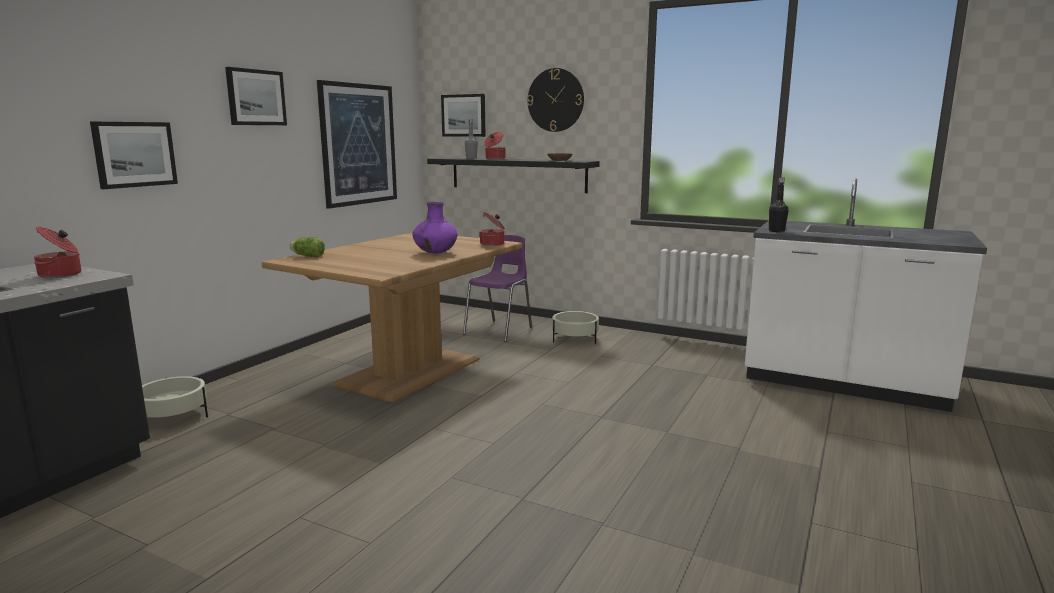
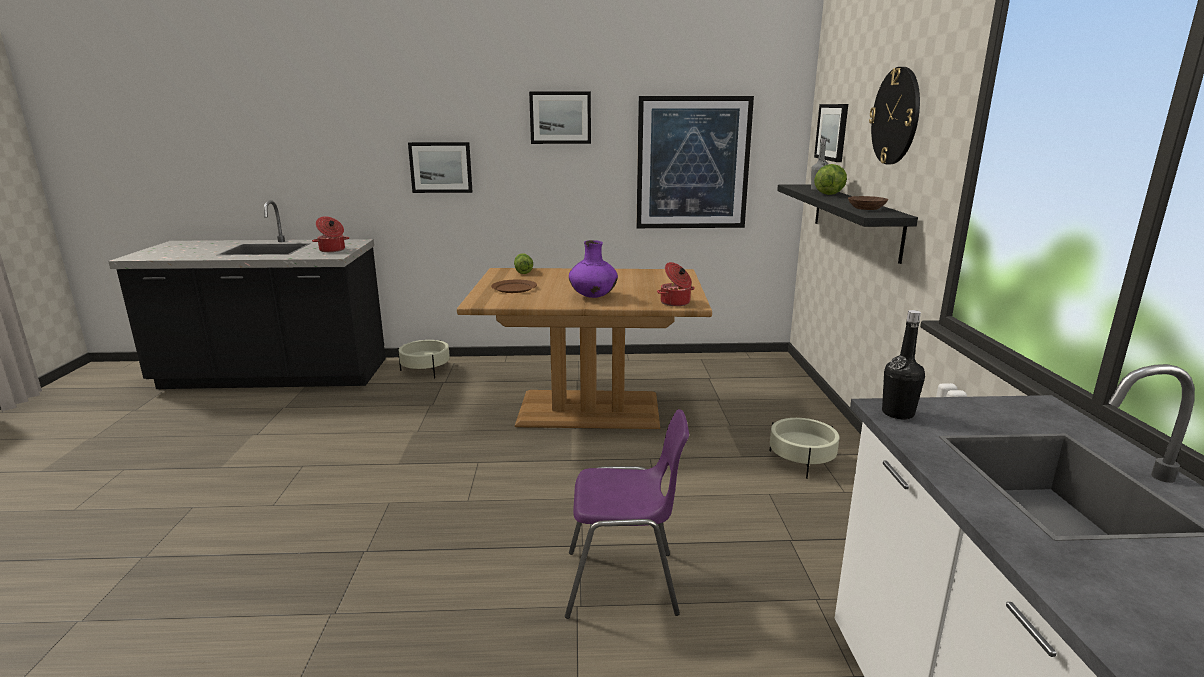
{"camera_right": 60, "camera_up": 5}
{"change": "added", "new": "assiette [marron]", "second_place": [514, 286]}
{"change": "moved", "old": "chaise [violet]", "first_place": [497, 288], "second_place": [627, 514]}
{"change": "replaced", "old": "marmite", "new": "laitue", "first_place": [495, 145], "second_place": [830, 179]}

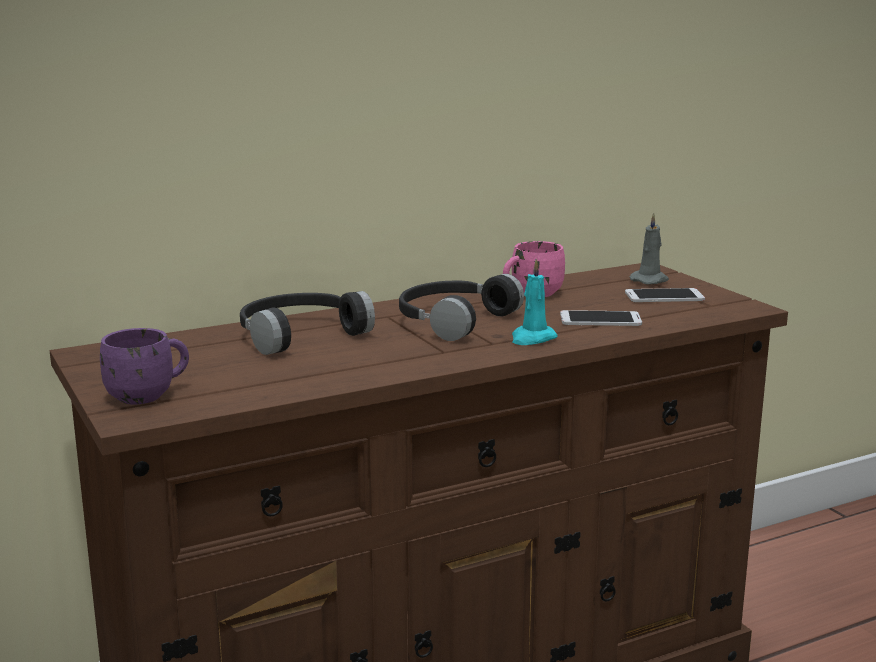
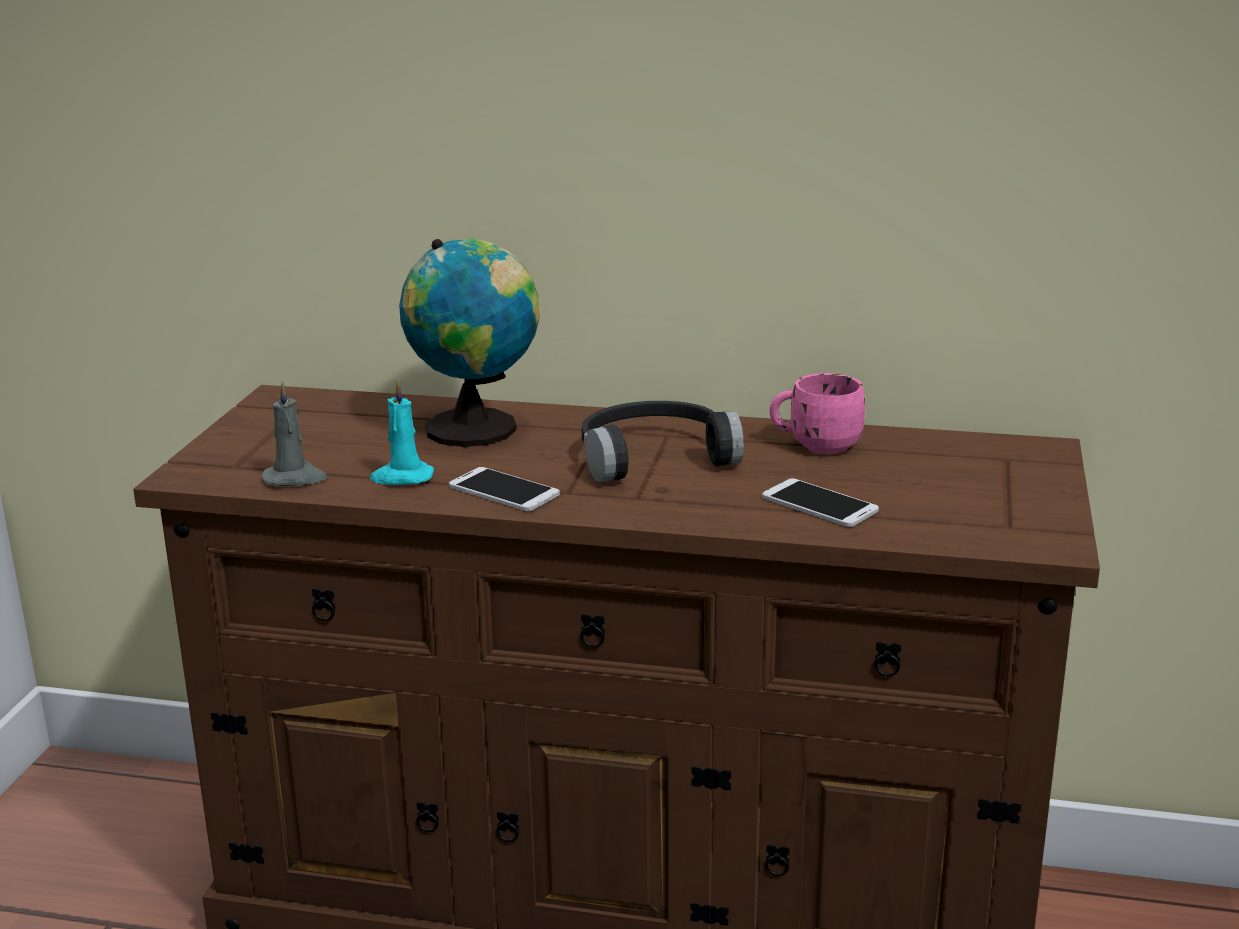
{"camera_right": 40, "camera_up": 5}
{"change": "removed", "old": "mug [violet]", "first_place": [144, 366]}
{"change": "moved", "old": "bougie [turquoise]", "first_place": [535, 302], "second_place": [402, 432]}
{"change": "moved", "old": "téléphone", "first_place": [665, 295], "second_place": [504, 489]}
{"change": "moved", "old": "bougie [gris]", "first_place": [649, 249], "second_place": [294, 433]}
{"change": "replaced", "old": "casque audio [noir]", "new": "globe", "first_place": [307, 323], "second_place": [469, 343]}

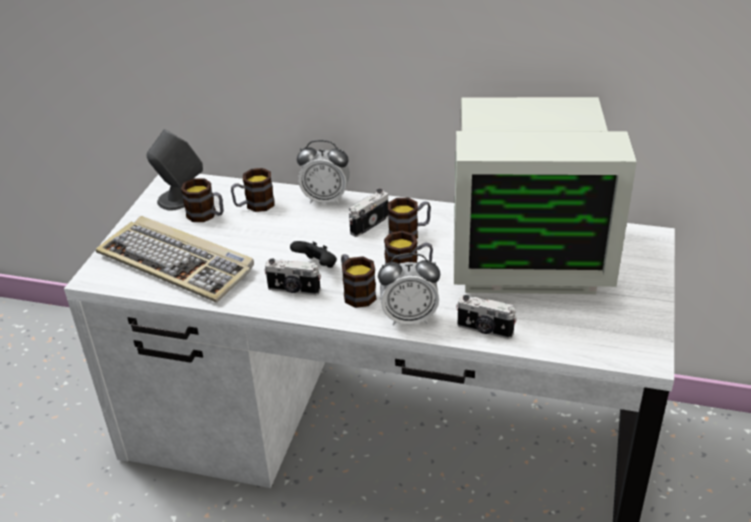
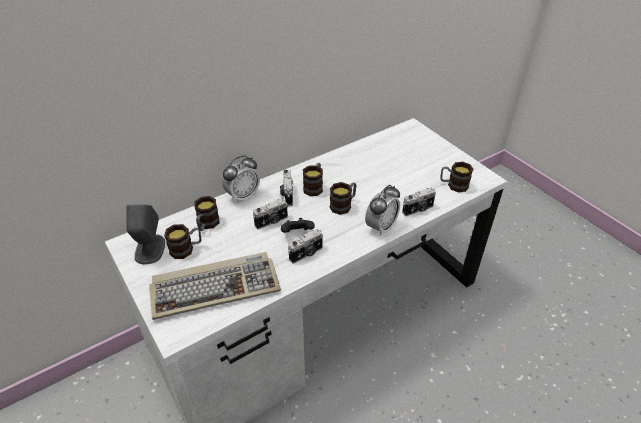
{"camera_right": -50, "camera_up": 5}
{"change": "removed", "old": "écran d'ordinateur", "first_place": [545, 195]}
{"change": "added", "new": "appareil photo", "second_place": [270, 214]}
{"change": "moved", "old": "mug", "first_place": [359, 281], "second_place": [456, 177]}

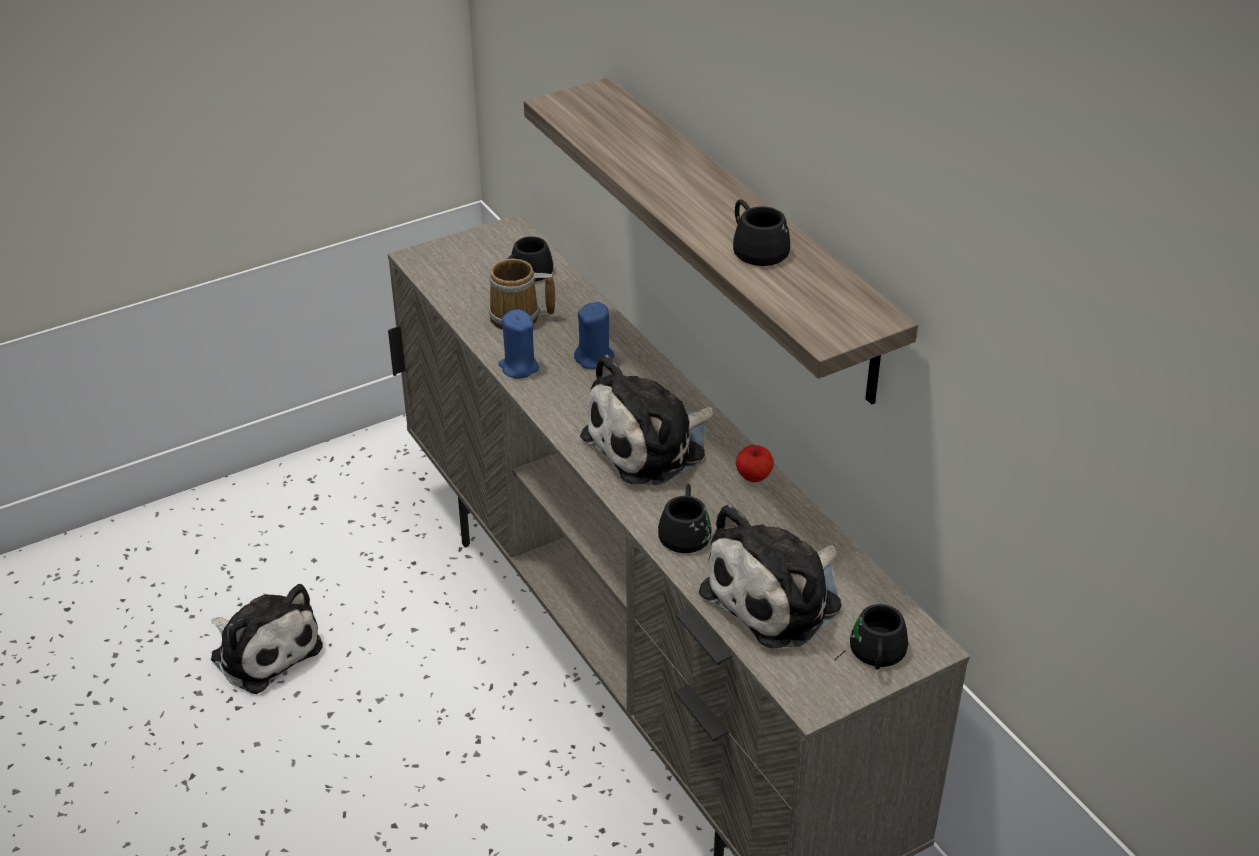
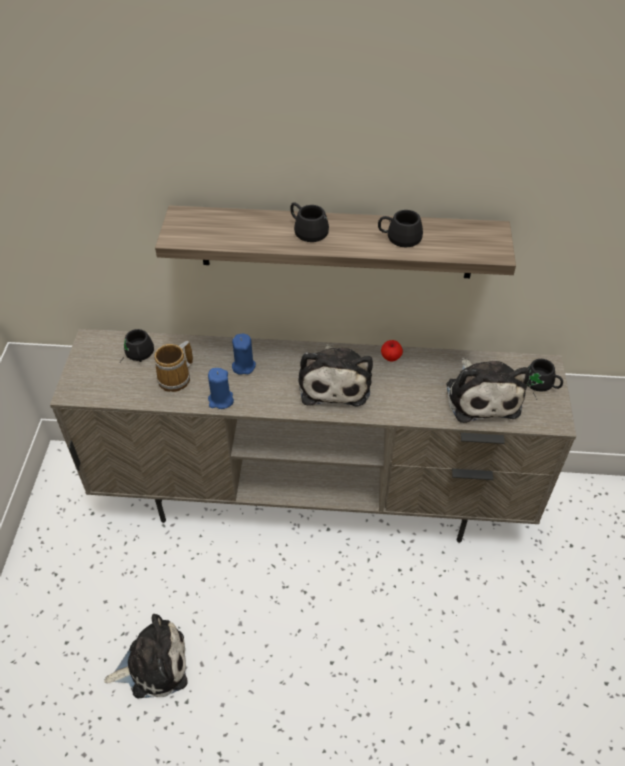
{"camera_right": -55, "camera_up": 10}
{"change": "moved", "old": "mug [noir]", "first_place": [687, 518], "second_place": [310, 222]}

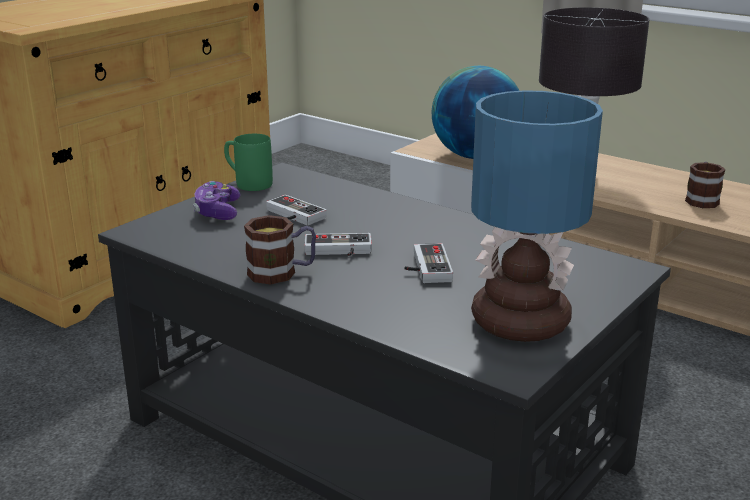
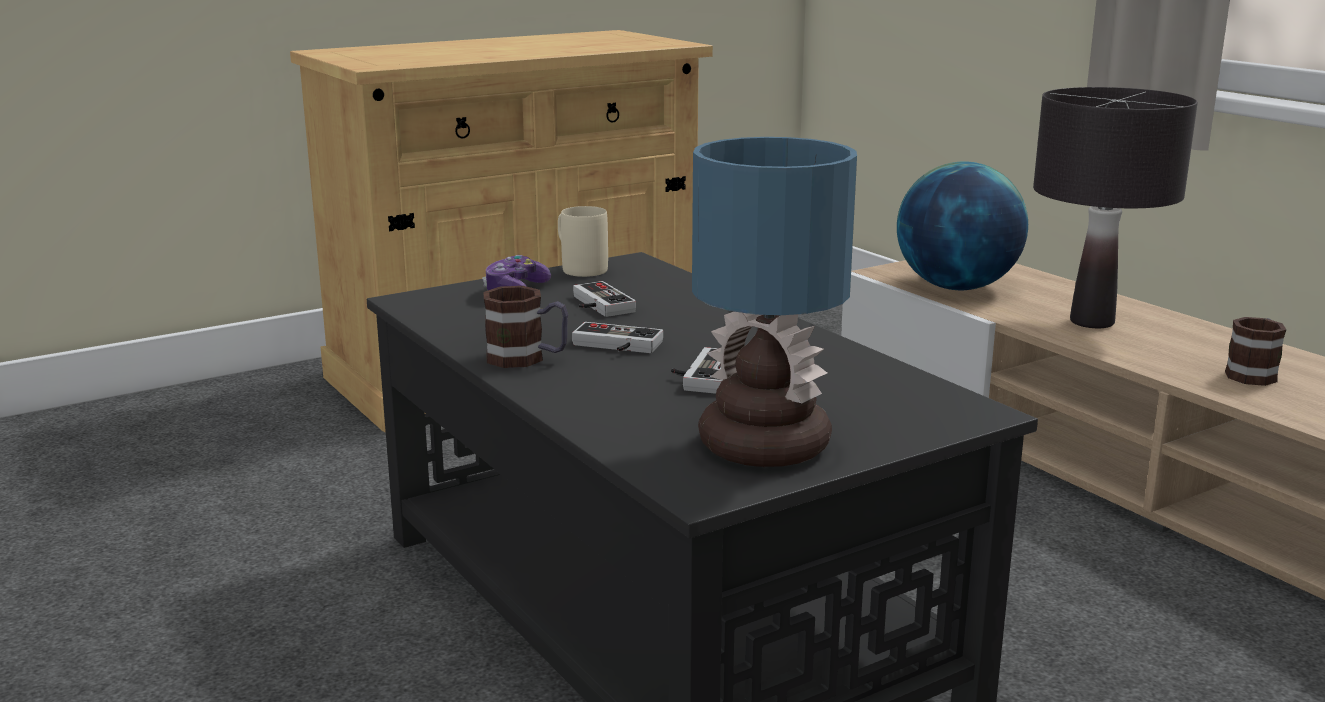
{"camera_right": 20, "camera_up": -5}
{"change": "recoloured", "old": "mug [vert]", "new": "mug [beige]", "first_place": [248, 162], "second_place": [583, 241]}

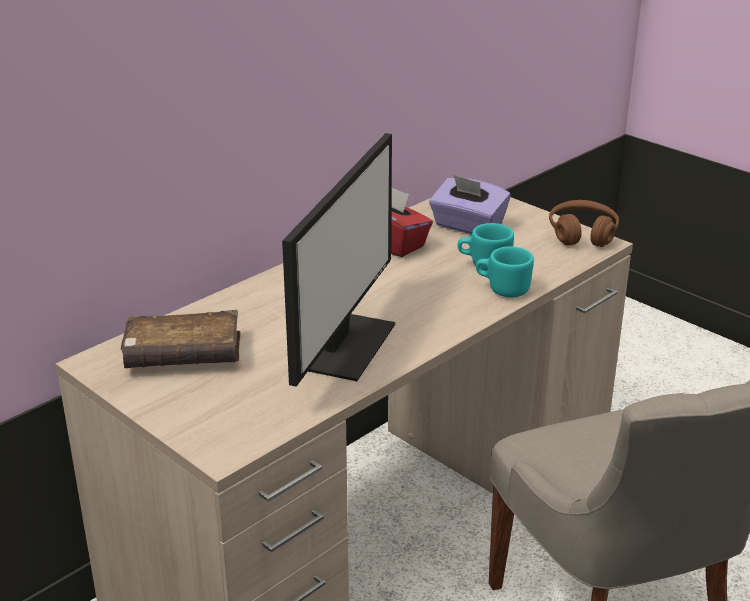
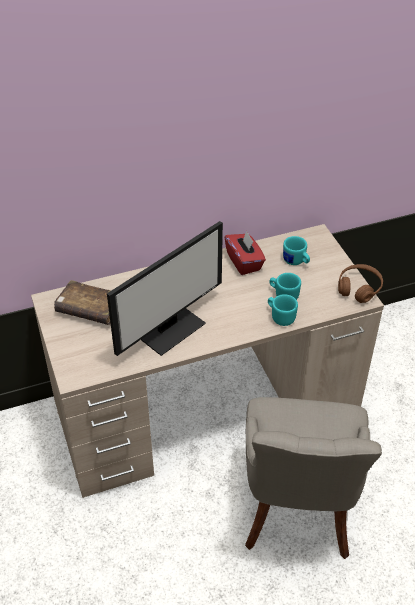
{"camera_right": 25, "camera_up": 15}
{"change": "replaced", "old": "boîte à mouchoirs [violet]", "new": "mug [turquoise]", "first_place": [469, 205], "second_place": [296, 250]}

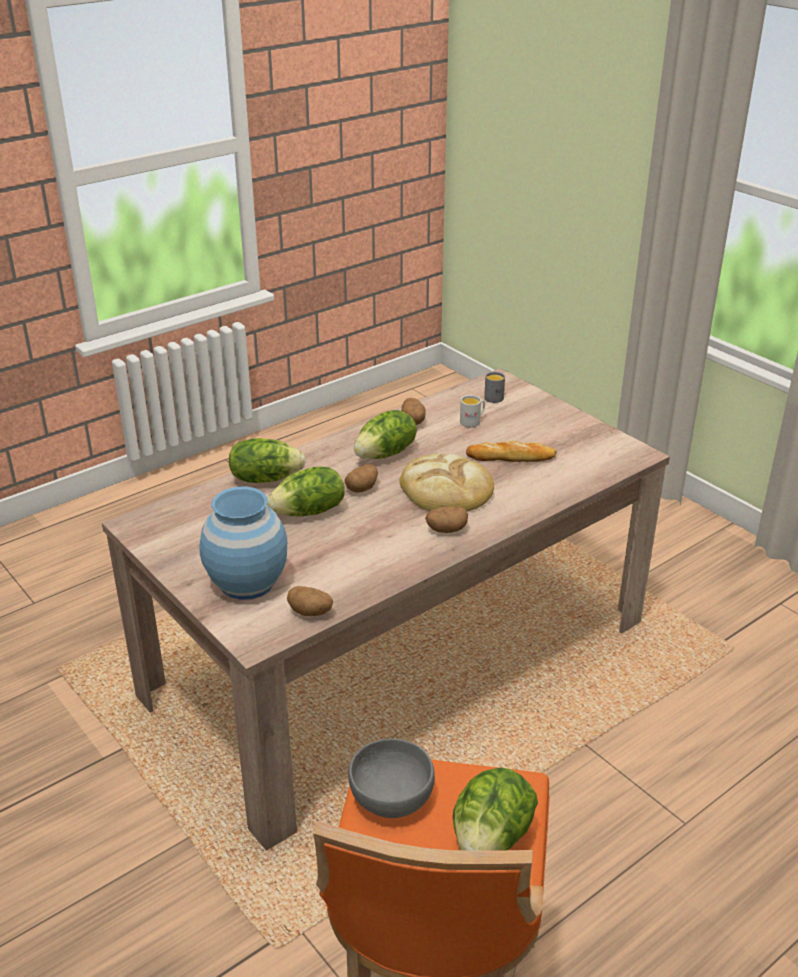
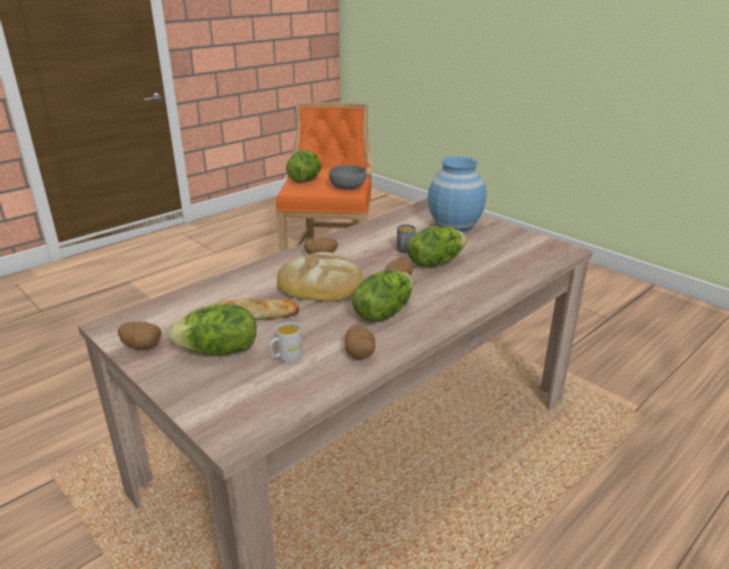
{"camera_right": 175, "camera_up": -5}
{"change": "moved", "old": "laitue", "first_place": [267, 460], "second_place": [212, 329]}
{"change": "moved", "old": "pomme de terre", "first_place": [310, 601], "second_place": [139, 335]}
{"change": "moved", "old": "mug [gris]", "first_place": [494, 387], "second_place": [406, 238]}

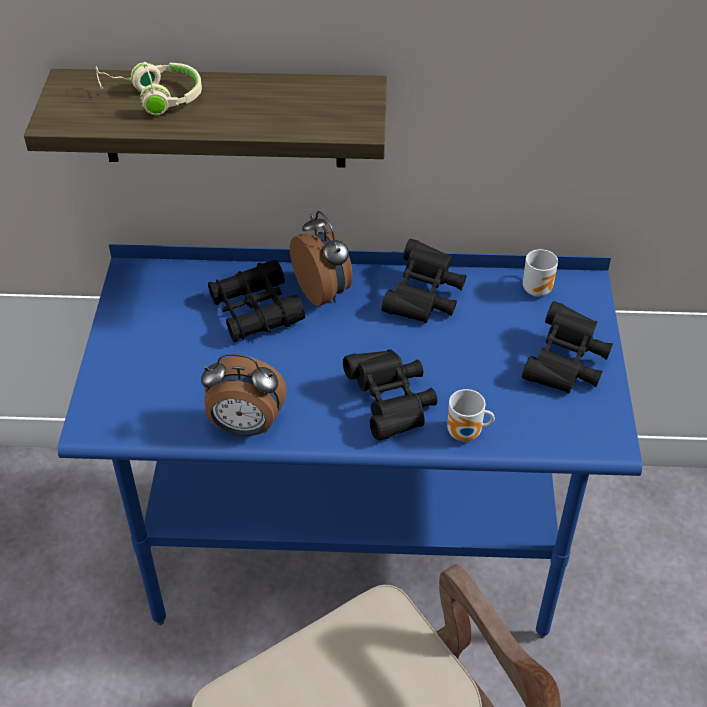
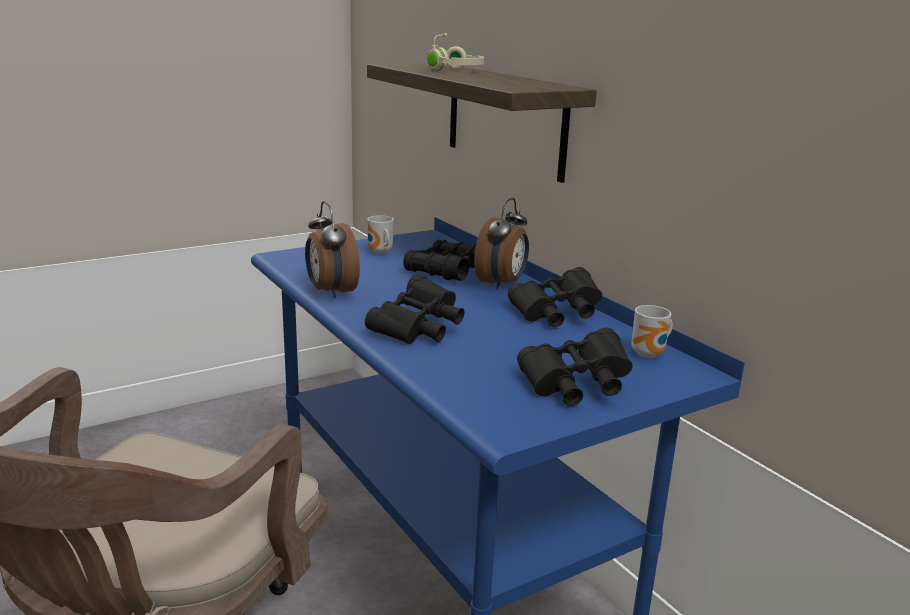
{"camera_right": 55, "camera_up": -25}
{"change": "moved", "old": "mug", "first_place": [471, 415], "second_place": [380, 234]}

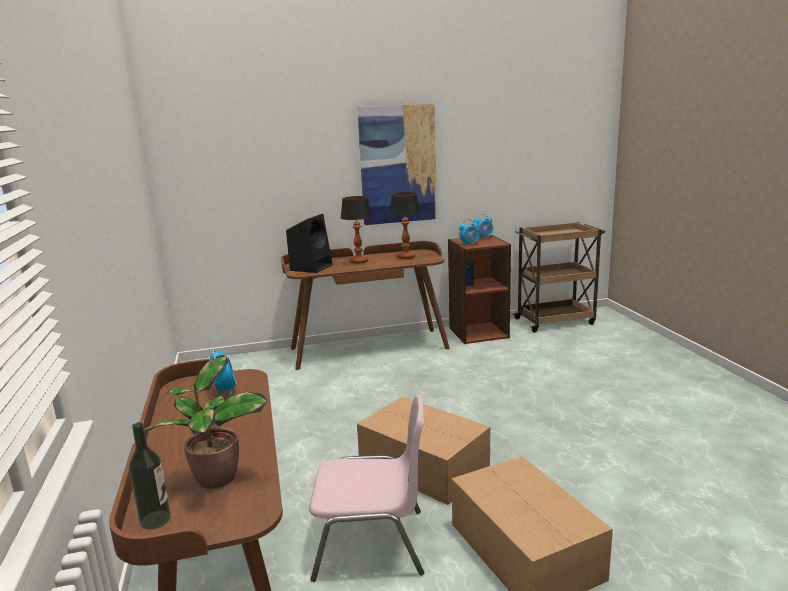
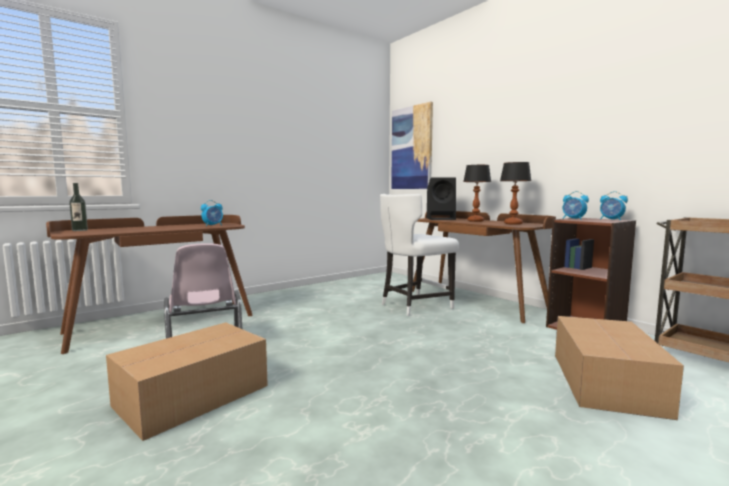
{"camera_right": 65, "camera_up": -10}
{"change": "removed", "old": "plante en pot", "first_place": [205, 422]}
{"change": "added", "new": "chaise [blanc]", "second_place": [419, 255]}
{"change": "moved", "old": "tableau", "first_place": [397, 164], "second_place": [412, 145]}
{"change": "moved", "old": "carton", "first_place": [423, 451], "second_place": [619, 368]}

